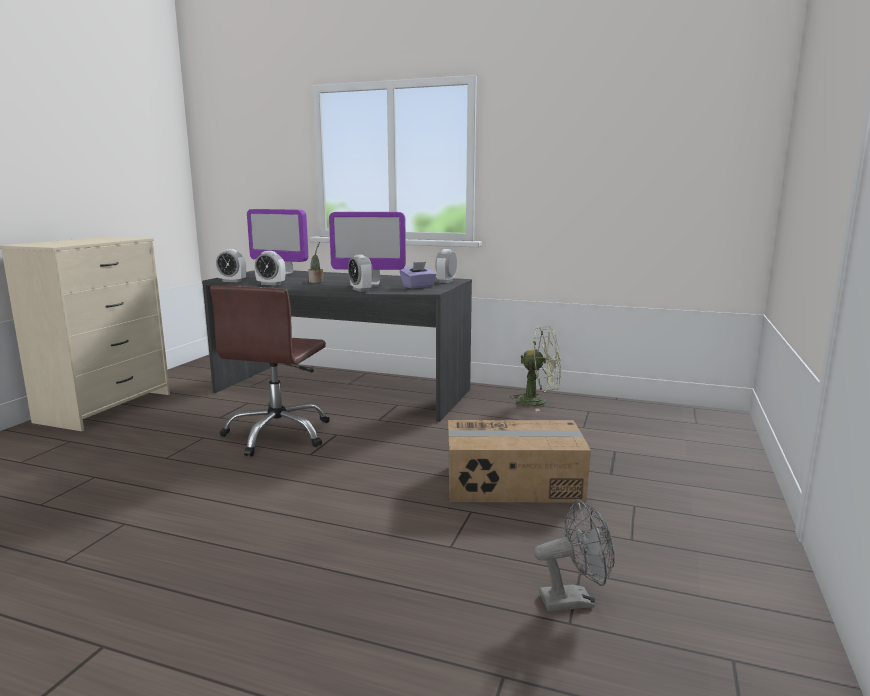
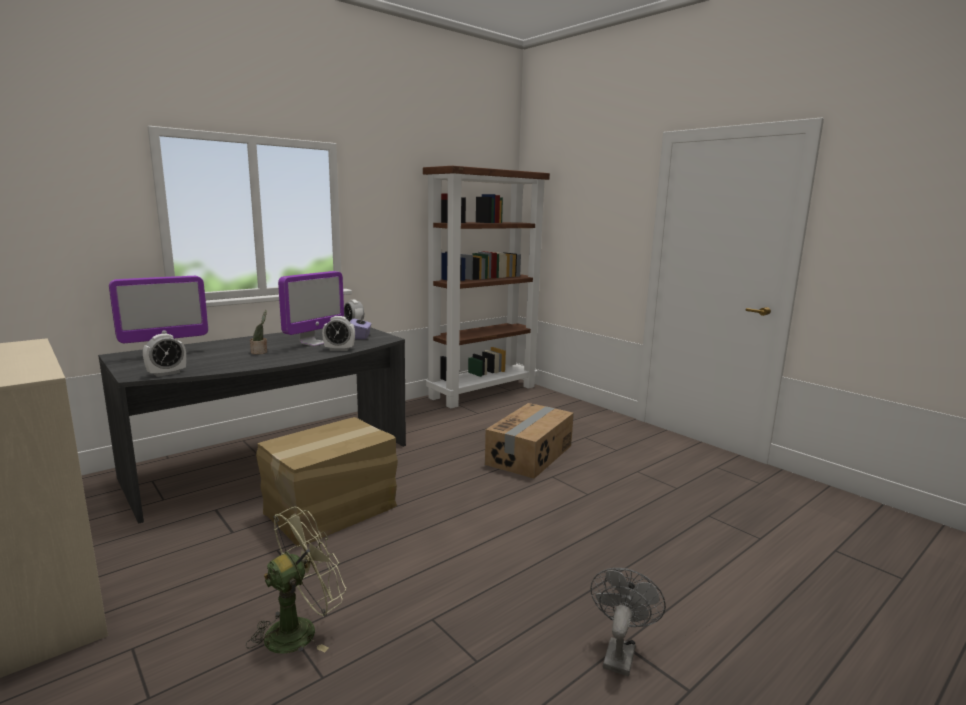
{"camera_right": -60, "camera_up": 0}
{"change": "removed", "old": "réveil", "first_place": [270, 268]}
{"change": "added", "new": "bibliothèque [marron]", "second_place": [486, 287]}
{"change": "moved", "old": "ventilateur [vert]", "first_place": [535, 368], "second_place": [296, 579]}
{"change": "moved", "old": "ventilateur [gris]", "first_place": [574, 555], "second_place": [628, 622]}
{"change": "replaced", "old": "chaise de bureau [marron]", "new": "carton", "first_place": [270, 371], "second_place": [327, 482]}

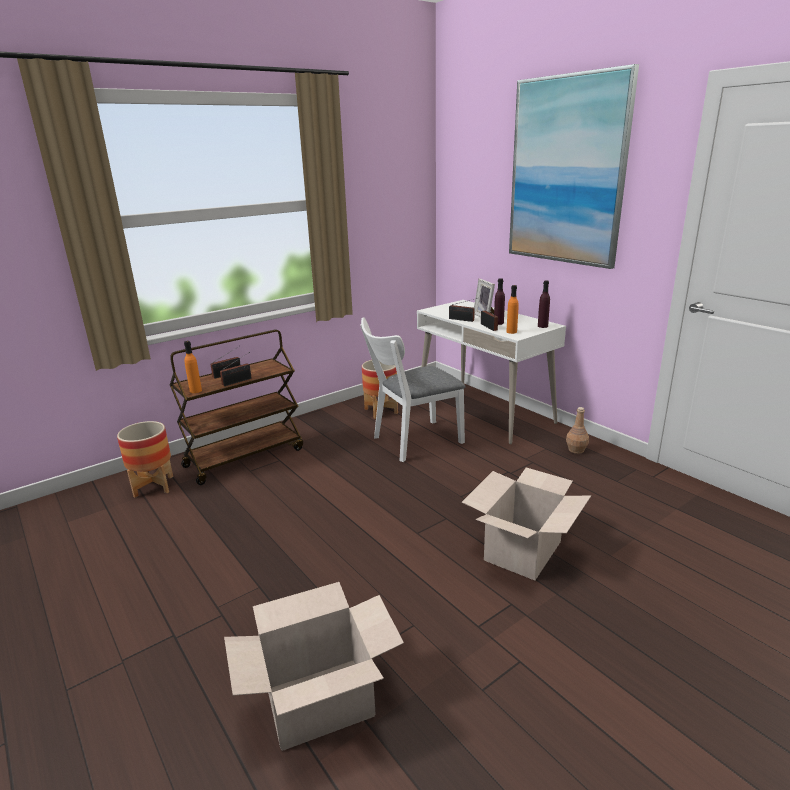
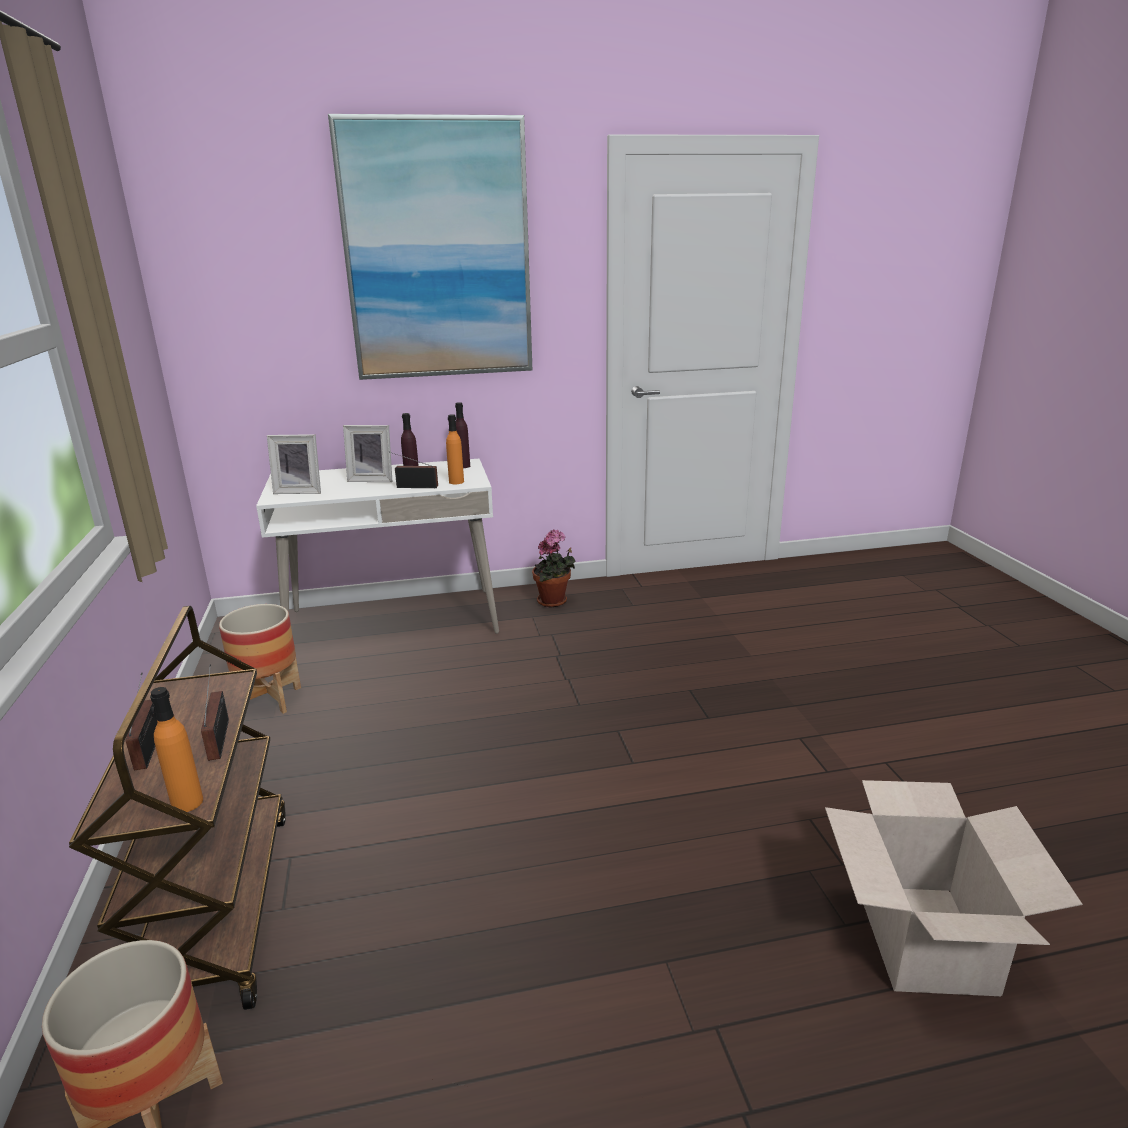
{"camera_right": -65, "camera_up": 0}
{"change": "removed", "old": "chaise [blanc]", "first_place": [412, 389]}
{"change": "removed", "old": "radio", "first_place": [463, 310]}
{"change": "removed", "old": "carton", "first_place": [526, 524]}
{"change": "added", "new": "cadre photo", "second_place": [294, 464]}
{"change": "replaced", "old": "bouteille [marron]", "new": "plante en pot", "first_place": [577, 430], "second_place": [554, 568]}

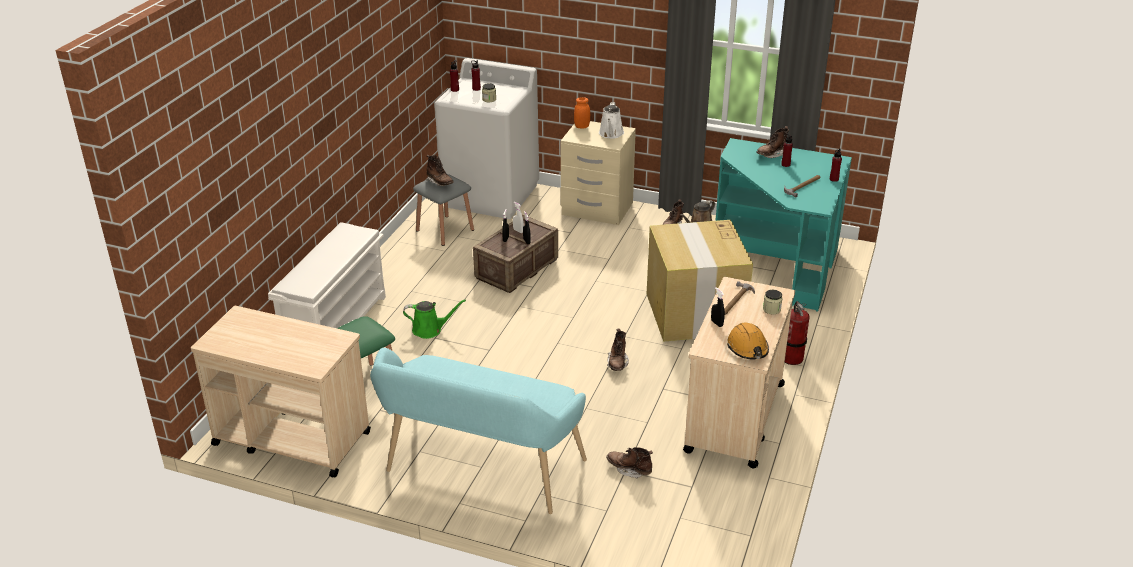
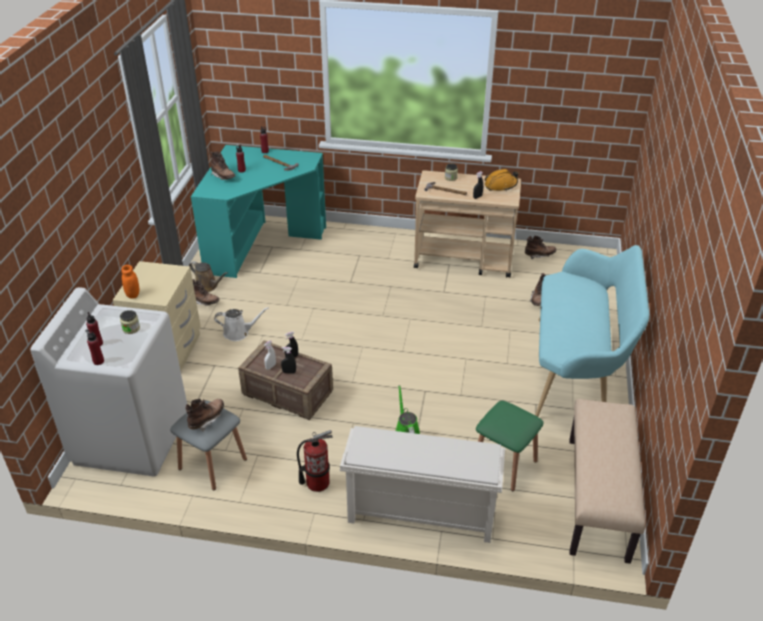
{"camera_right": -100, "camera_up": 5}
{"change": "removed", "old": "carton", "first_place": [700, 281]}
{"change": "moved", "old": "arrosoir [blanc]", "first_place": [611, 120], "second_place": [241, 324]}
{"change": "moved", "old": "botte [marron]", "first_place": [618, 350], "second_place": [540, 247]}
{"change": "moved", "old": "extincteur", "first_place": [797, 333], "second_place": [315, 461]}
{"change": "replaced", "old": "chariot [beige]", "new": "banc [beige]", "first_place": [281, 392], "second_place": [607, 481]}

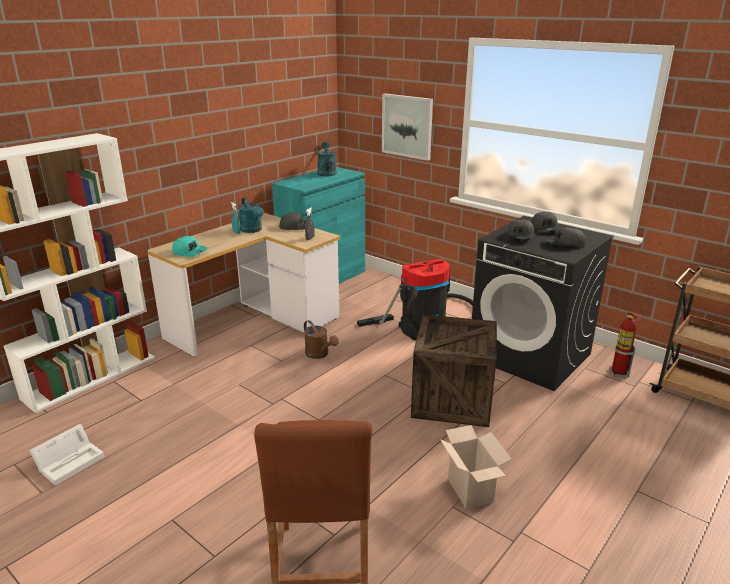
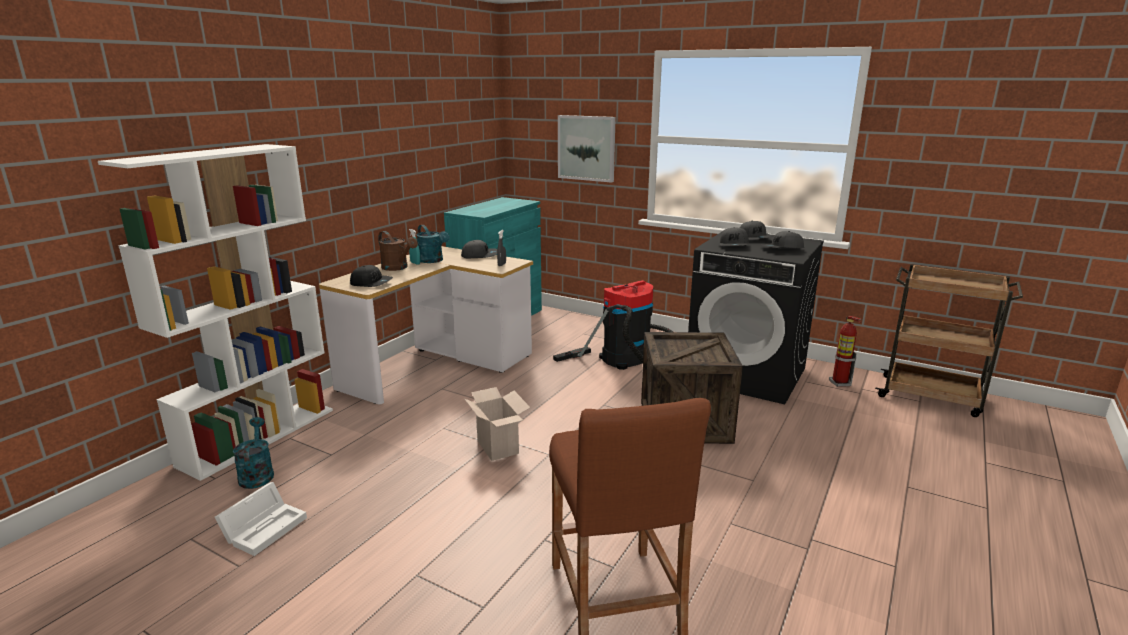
{"camera_right": -10, "camera_up": -5}
{"change": "moved", "old": "arrosoir [marron]", "first_place": [321, 339], "second_place": [398, 251]}
{"change": "moved", "old": "arrosoir [turquoise]", "first_place": [326, 159], "second_place": [253, 453]}
{"change": "moved", "old": "carton", "first_place": [476, 467], "second_place": [497, 424]}
{"change": "recoloured", "old": "casquette [turquoise]", "new": "casquette [noir]", "first_place": [190, 246], "second_place": [371, 276]}

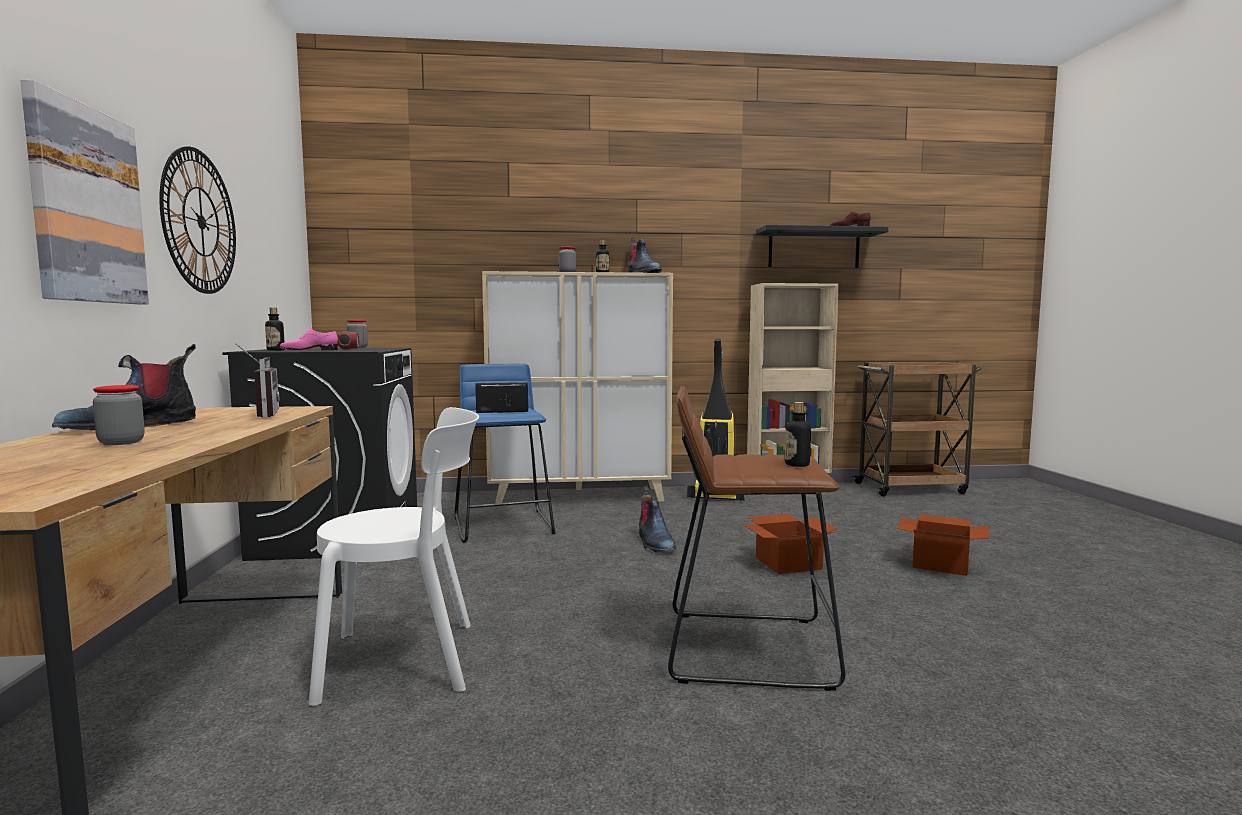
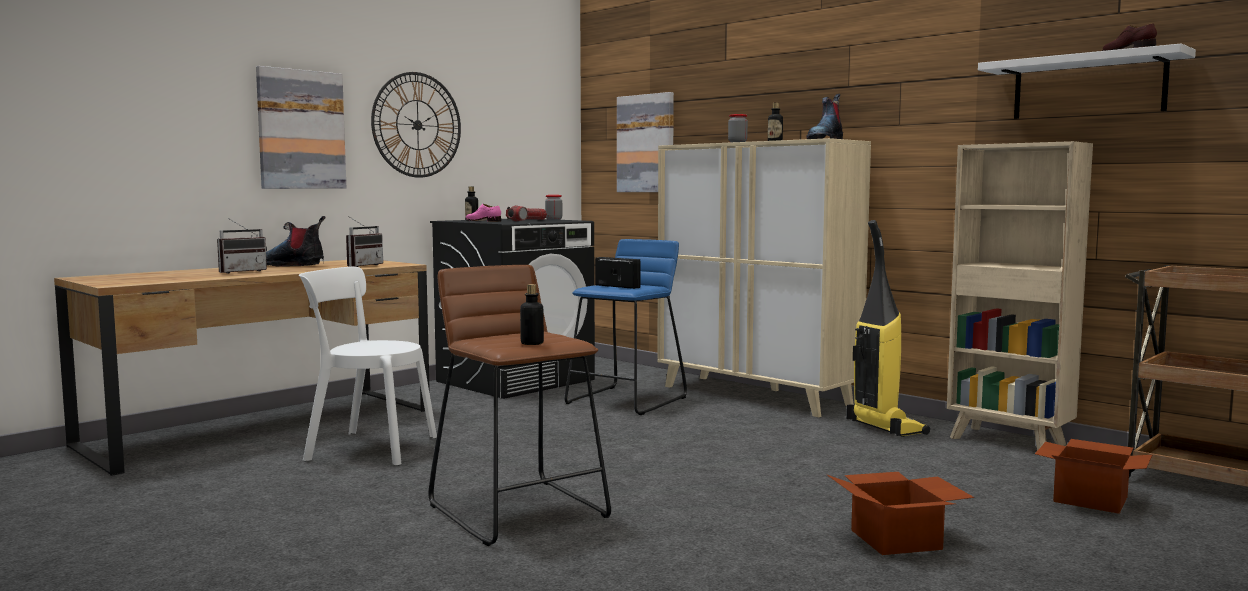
{"camera_right": 50, "camera_up": 0}
{"change": "removed", "old": "botte", "first_place": [657, 519]}
{"change": "added", "new": "tableau", "second_place": [645, 142]}
{"change": "moved", "old": "carton", "first_place": [790, 544], "second_place": [1093, 476]}
{"change": "replaced", "old": "bocal", "new": "radio", "first_place": [119, 415], "second_place": [242, 245]}
{"change": "recoloured", "old": "étagère [noir]", "new": "étagère [blanc]", "first_place": [822, 246], "second_place": [1087, 81]}
{"change": "turned", "old": "chaise [blanc]", "first_place": [394, 556], "second_place": [368, 366], "degrees": 150}

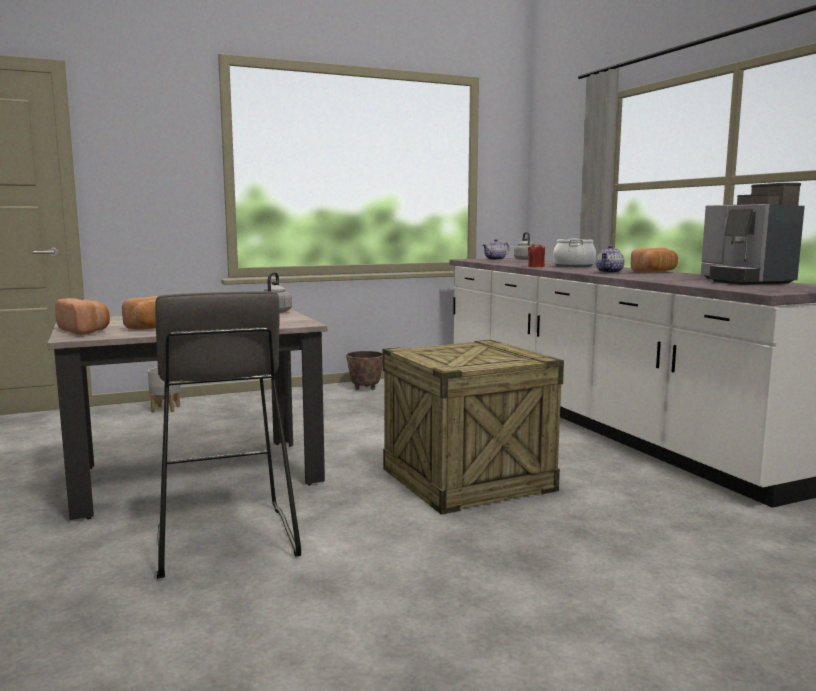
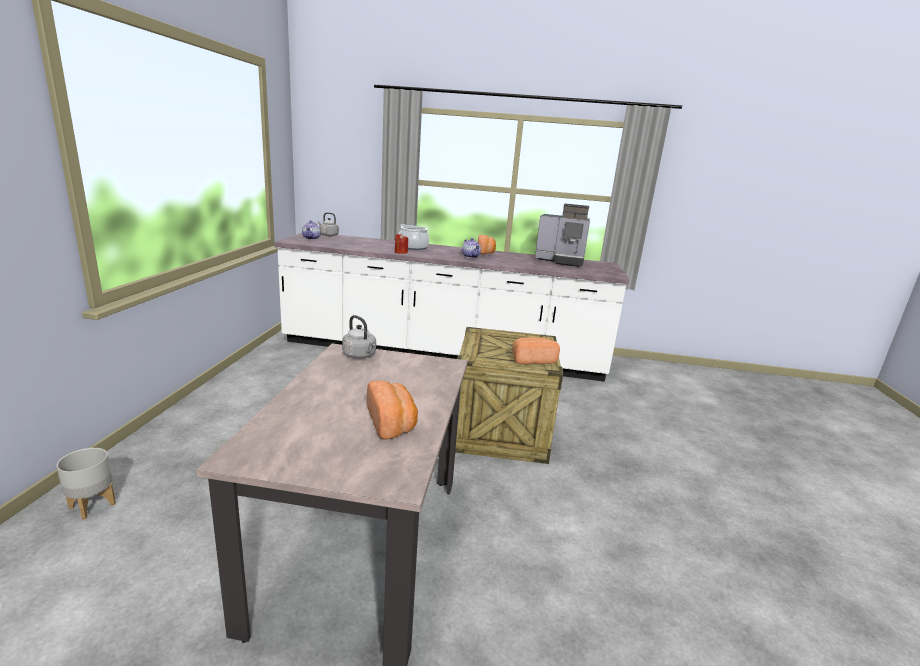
{"camera_right": -60, "camera_up": 10}
{"change": "removed", "old": "tabouret [gris]", "first_place": [228, 434]}
{"change": "removed", "old": "cache-pot", "first_place": [364, 370]}
{"change": "moved", "old": "pain", "first_place": [82, 316], "second_place": [536, 350]}

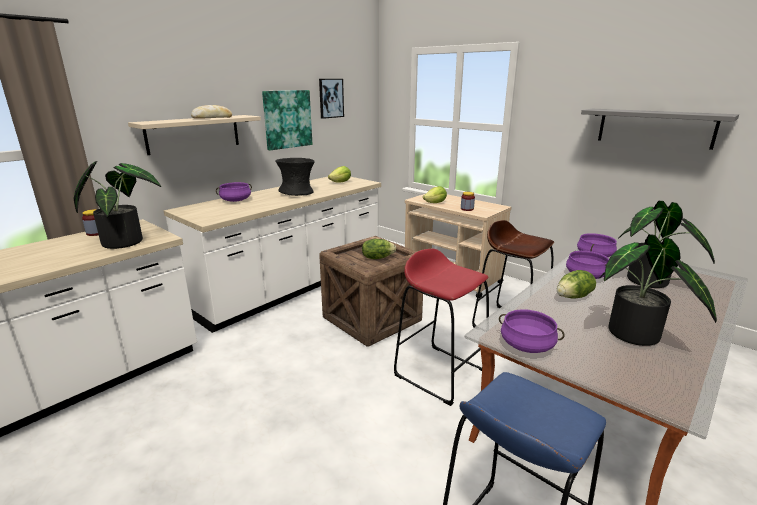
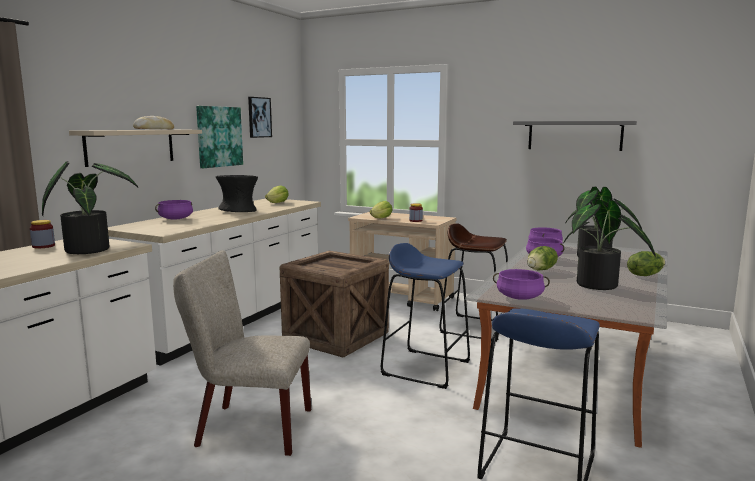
{"camera_right": -15, "camera_up": -10}
{"change": "added", "new": "chaise [beige]", "second_place": [242, 353]}
{"change": "moved", "old": "laitue", "first_place": [379, 249], "second_place": [646, 263]}
{"change": "recoloured", "old": "tabouret [rouge]", "new": "tabouret [bleu]", "first_place": [441, 327], "second_place": [425, 316]}

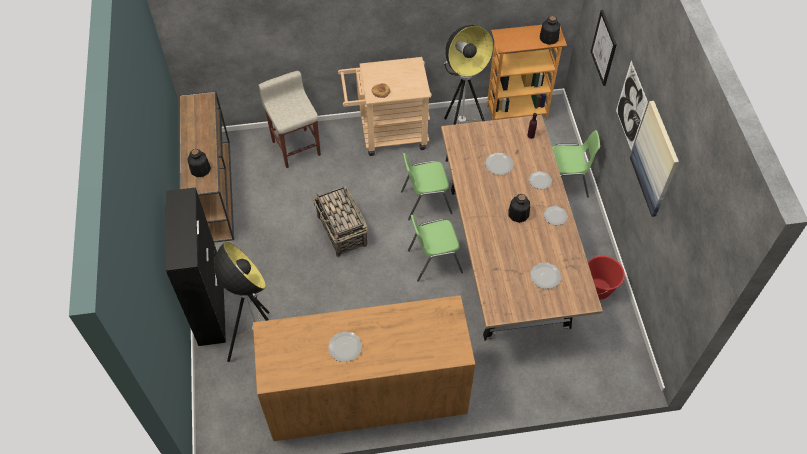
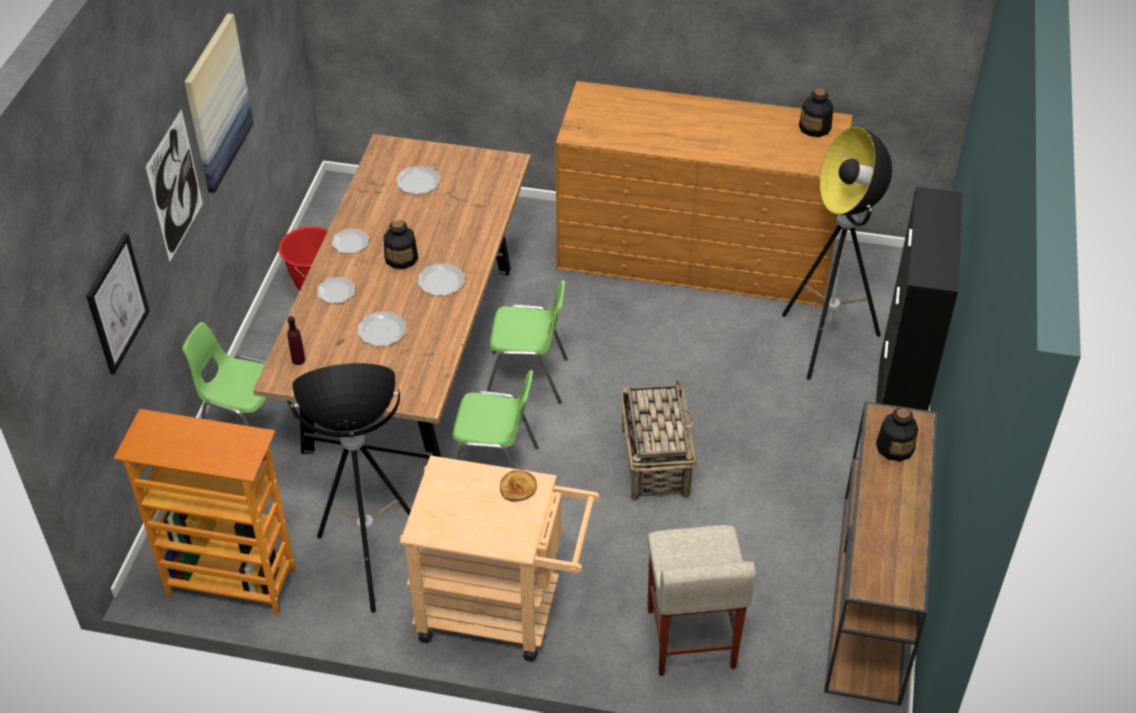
{"camera_right": -160, "camera_up": -10}
{"change": "moved", "old": "assiette", "first_place": [345, 346], "second_place": [441, 279]}
{"change": "moved", "old": "bouteille", "first_place": [550, 30], "second_place": [816, 113]}

